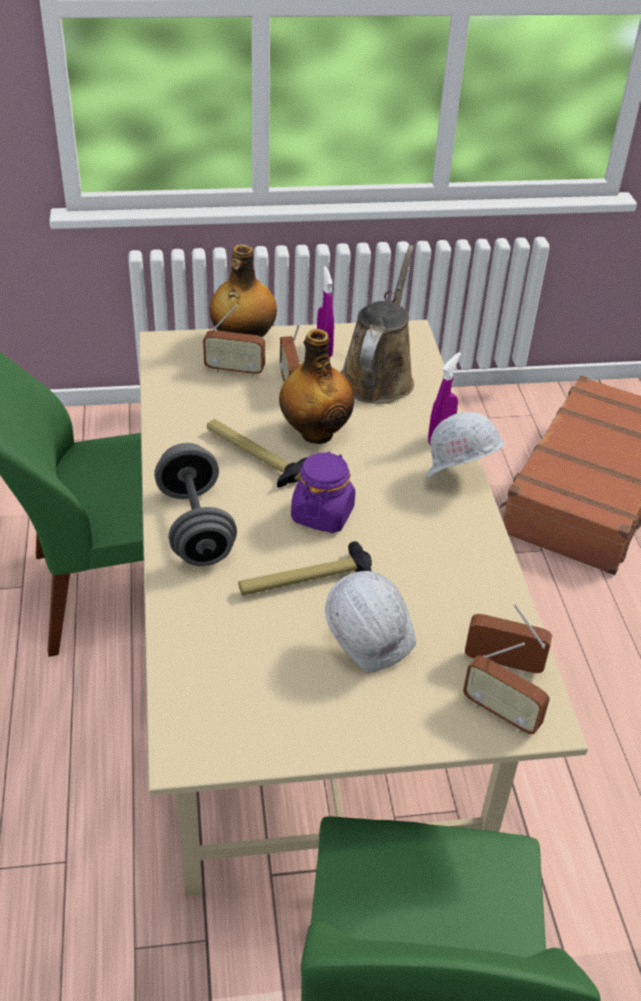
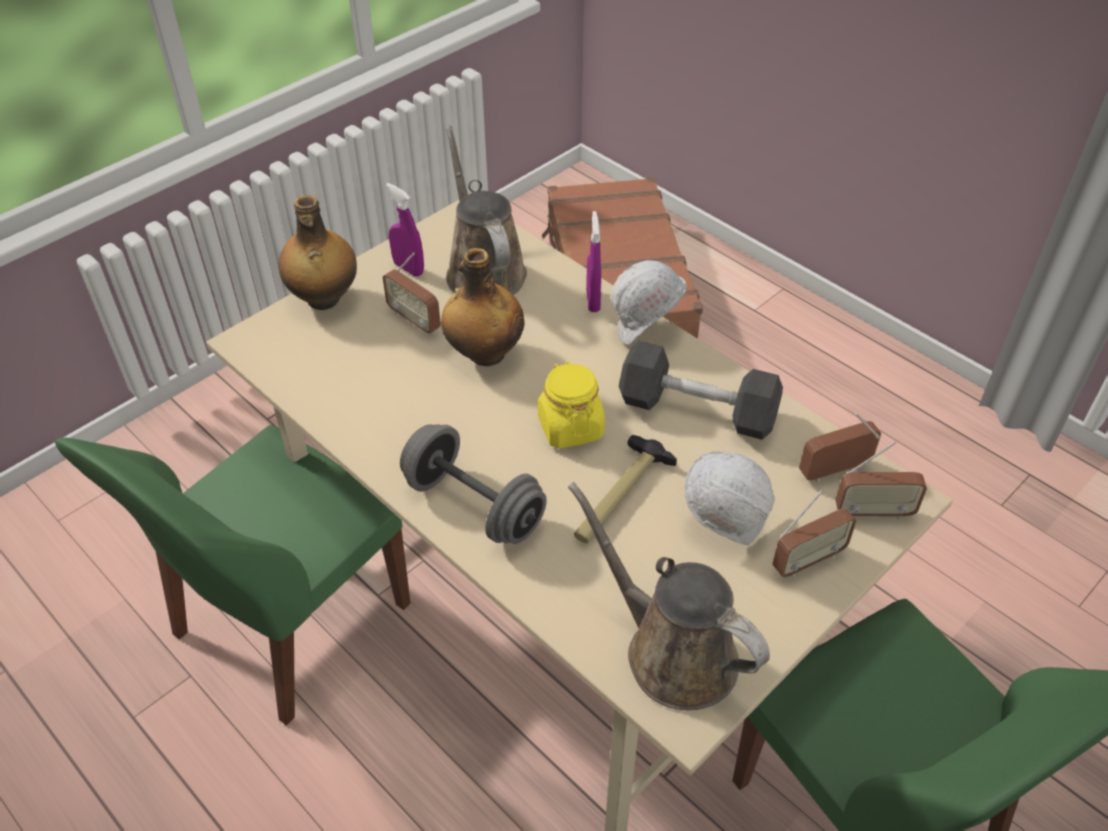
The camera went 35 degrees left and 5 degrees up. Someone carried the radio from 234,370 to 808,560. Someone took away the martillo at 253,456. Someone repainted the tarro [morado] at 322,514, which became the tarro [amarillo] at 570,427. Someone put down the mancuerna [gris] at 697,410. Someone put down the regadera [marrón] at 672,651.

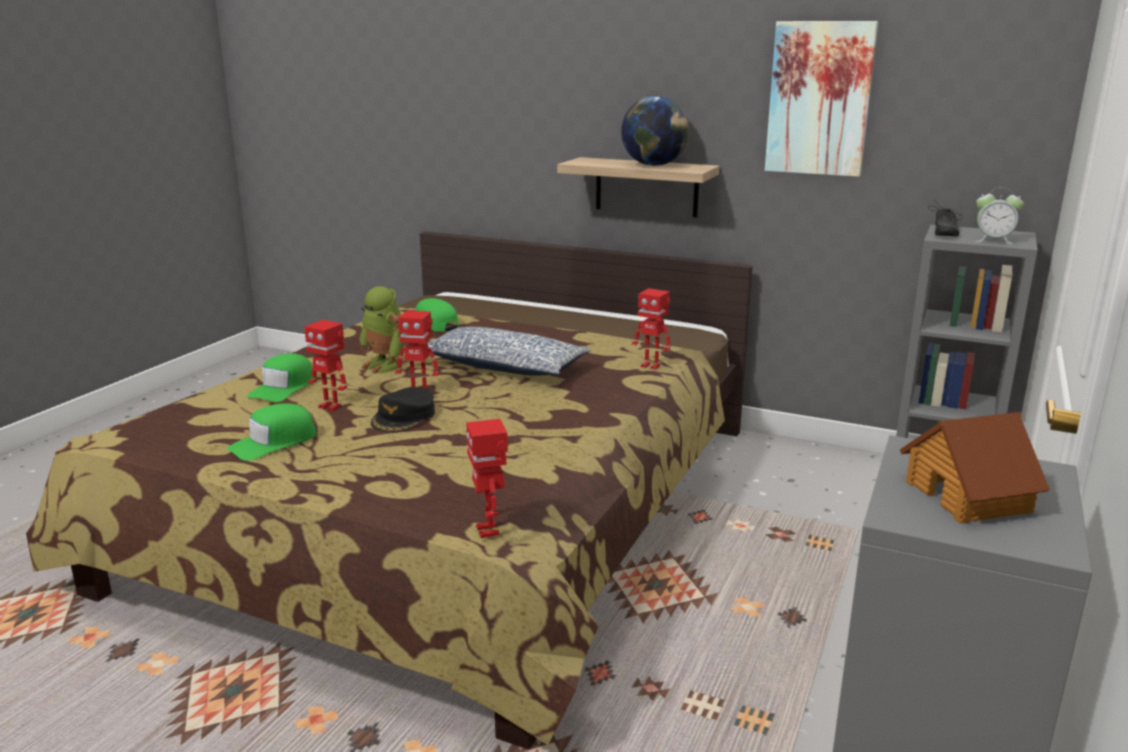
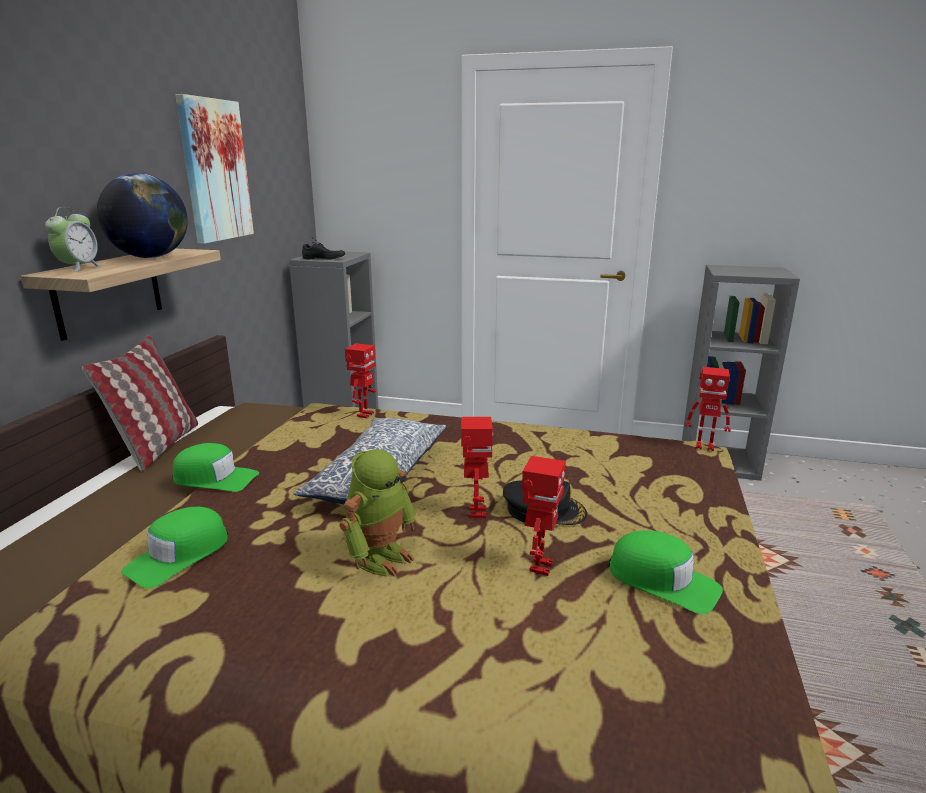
The camera went 100 degrees left and 0 degrees up. Someone carried the despertador from 993,241 to 79,268. Someone carried the gorra [verde] from 283,388 to 215,478. Someone took away the casita at 969,496. Someone rotated the robot de juguete at 489,530 by 45 degrees clockwise. Someone put down the cojín at 158,446.

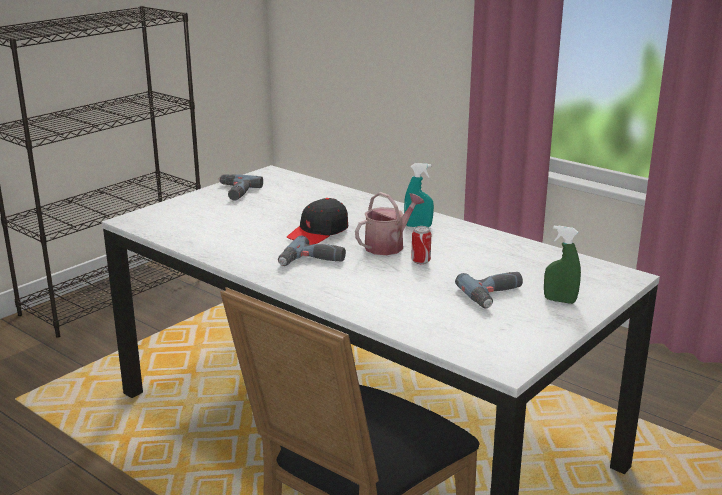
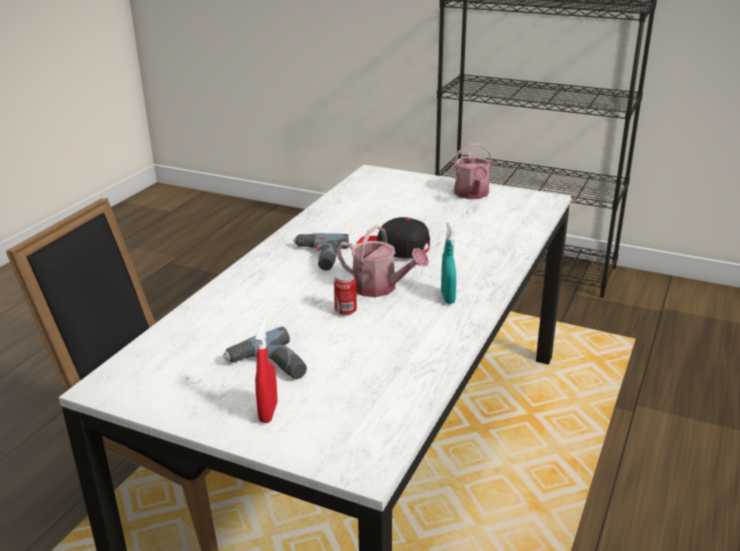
The camera went 75 degrees right and 5 degrees up. Someone swapped the taladro at 234,192 for the regadera at 472,194. Someone repainted the pulverizador [verde] at 559,300, which became the pulverizador [rojo] at 268,412.

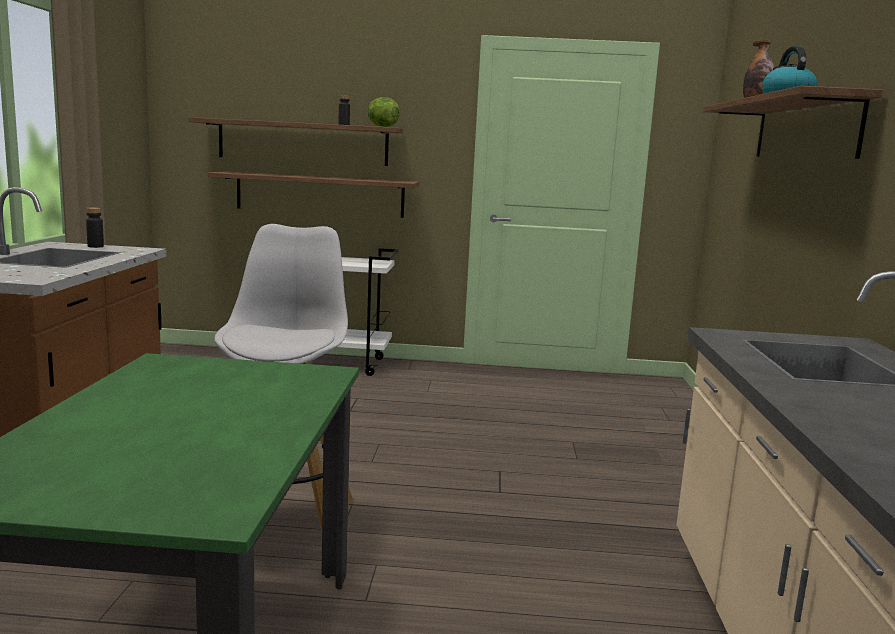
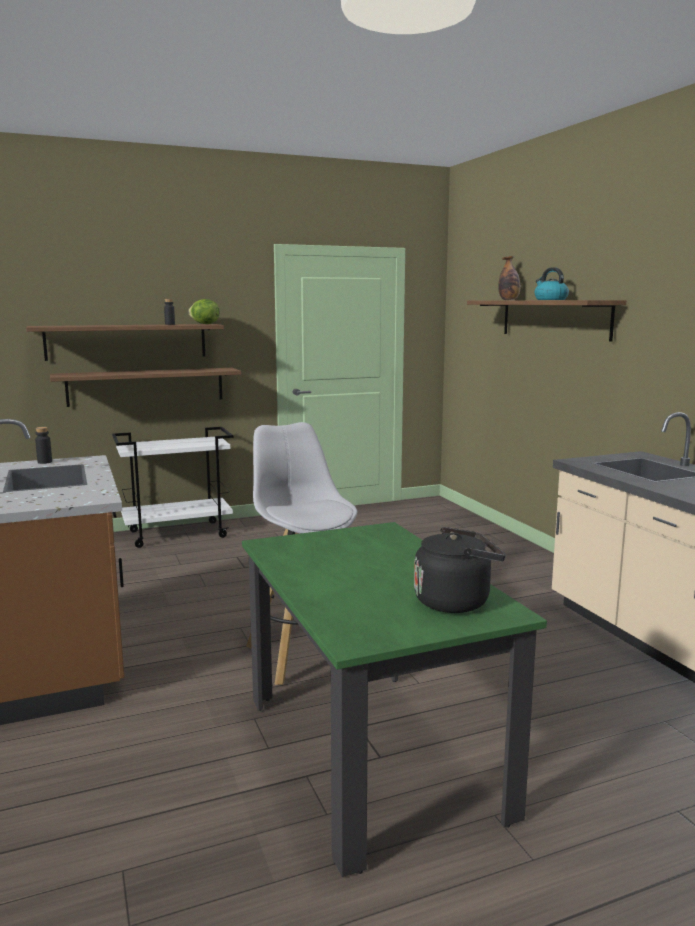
The camera went 25 degrees left and 0 degrees up. Someone put down the hervidor [negro] at 456,601.

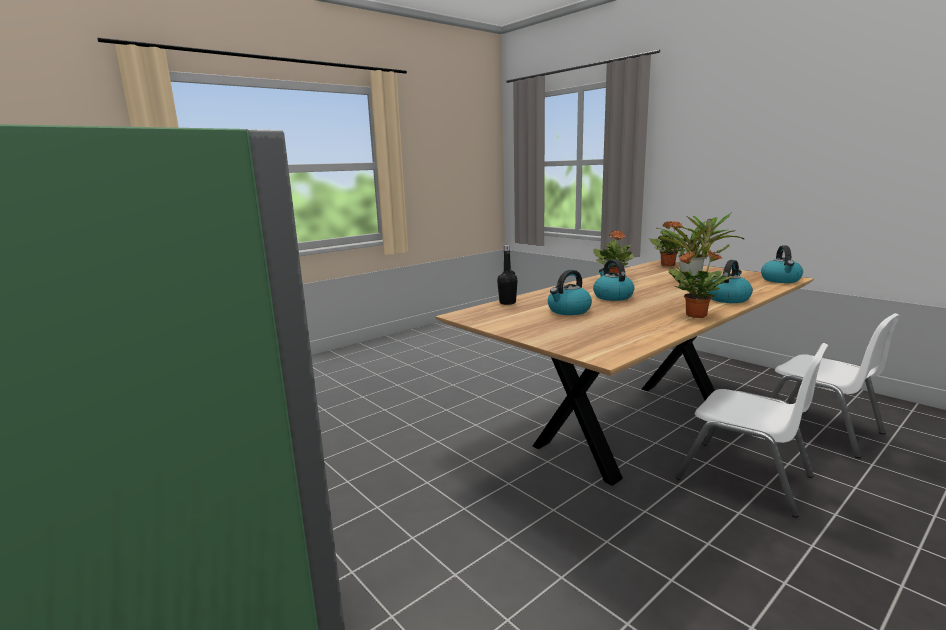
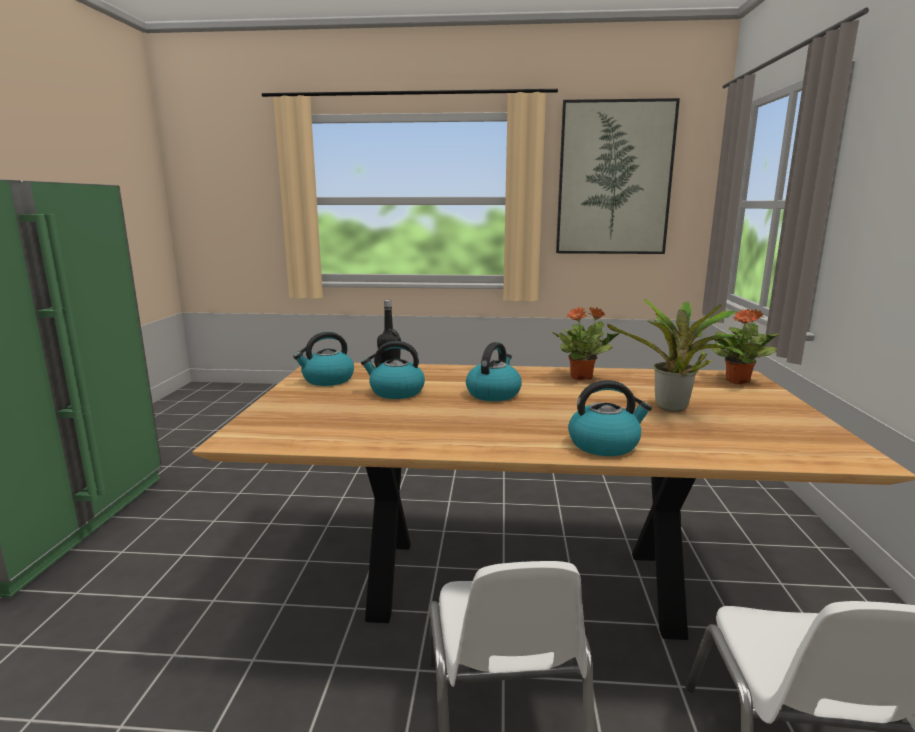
The camera went 45 degrees right and 0 degrees up. Someone carried the hervidor from 781,280 to 327,380. Someone took away the planta en maceta at 695,315. Someone put up the cuadro at 614,179.

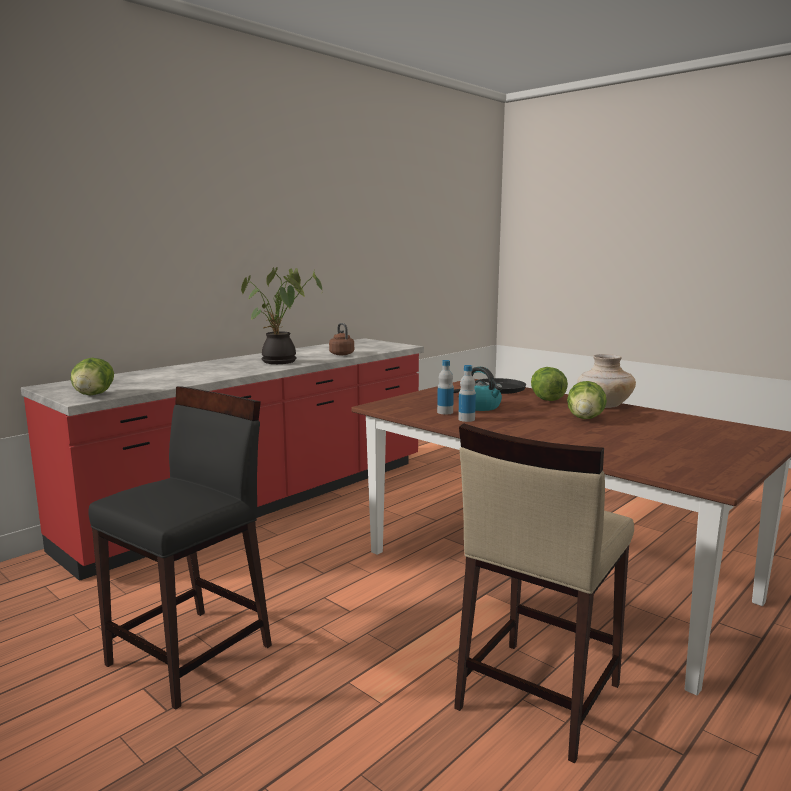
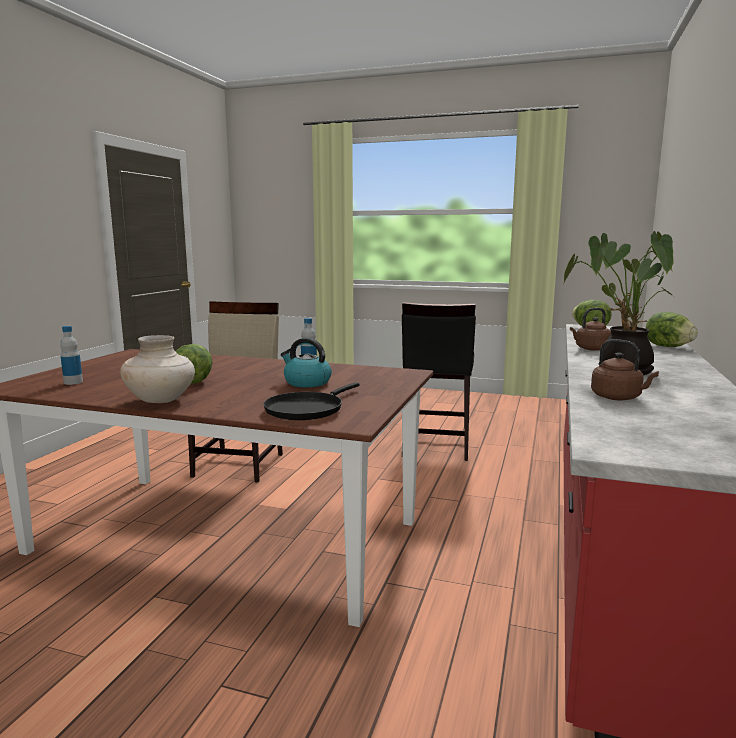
The camera went 155 degrees right and 0 degrees up. Someone carried the botella from 445,412 to 73,382. Someone carried the lechuga from 547,399 to 668,347. Someone put down the hervidor [marrón] at 590,349.

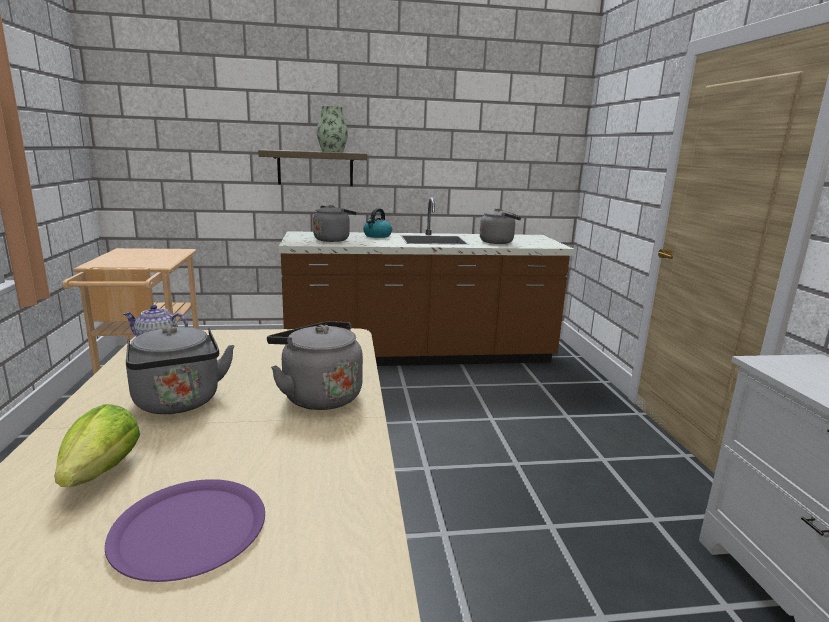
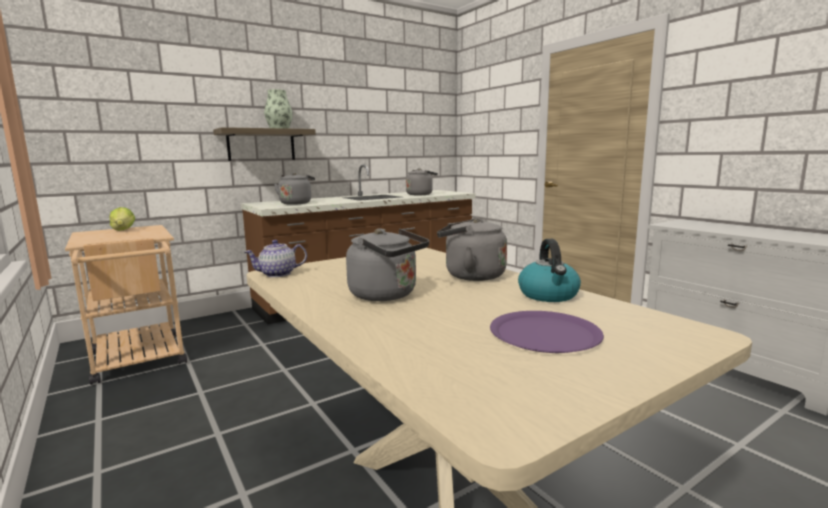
The camera went 25 degrees left and 5 degrees down. Someone carried the hervidor from 377,236 to 549,295. Someone carried the lechuga from 102,471 to 123,230.

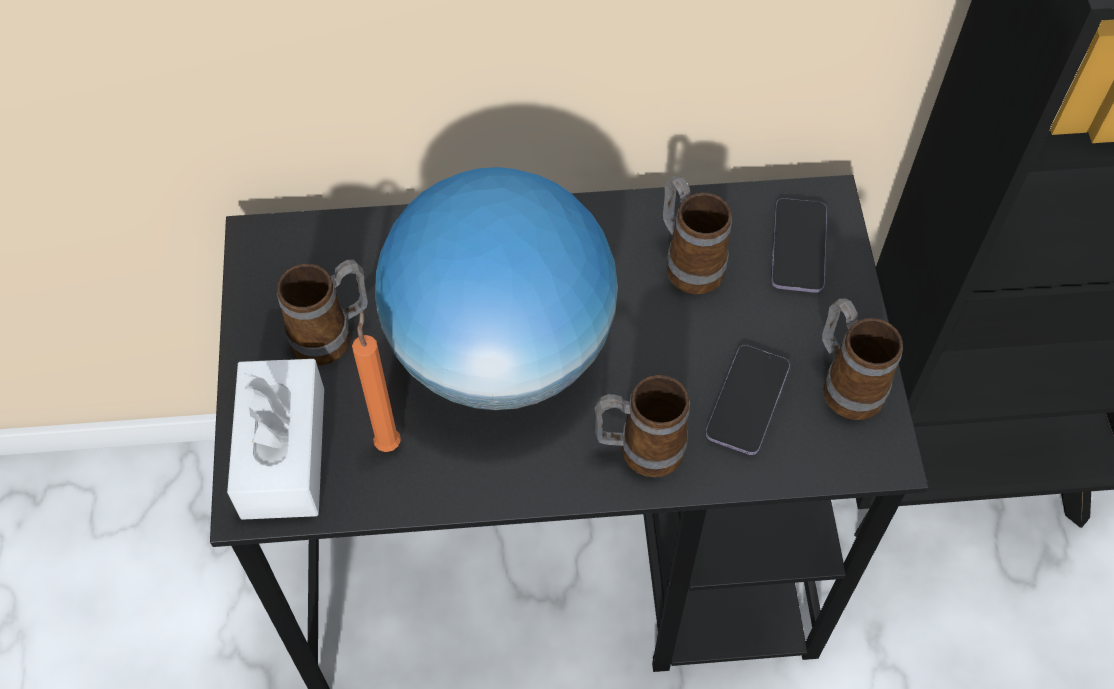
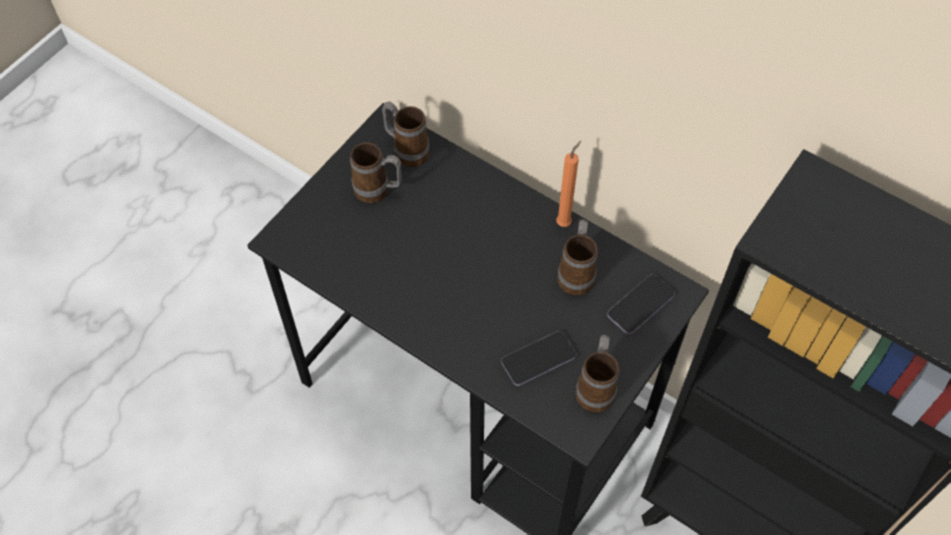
The camera went 40 degrees right and 0 degrees up. Someone took away the globo terráqueo at 501,350. Someone carried the vela [naranja] from 388,440 to 565,222. Someone took away the caja de pañuelos [blanco] at 283,452. Someone carried the taza grande from 638,449 to 406,149.

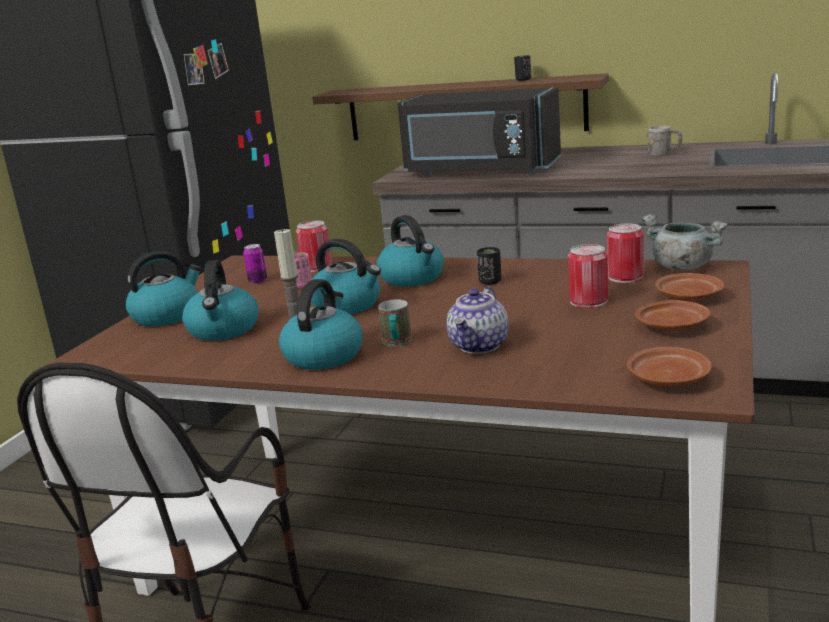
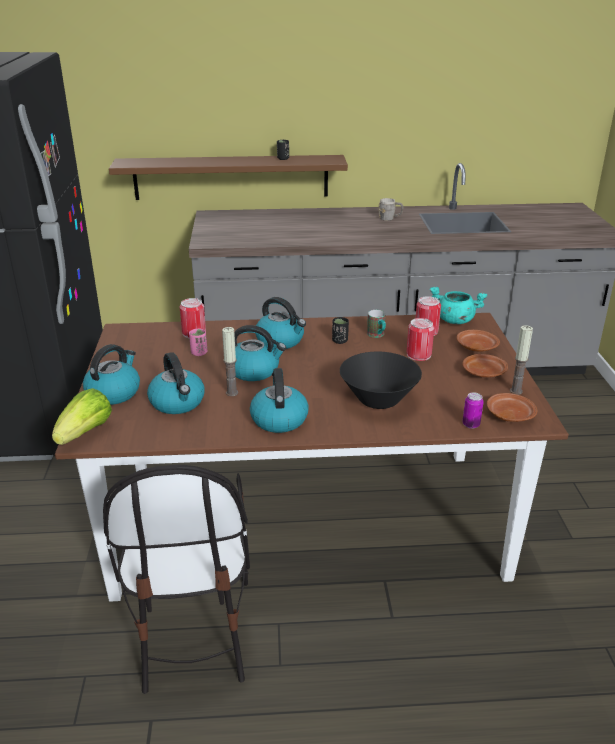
The camera went 25 degrees left and 10 degrees up. Someone took away the microondas [negro] at 480,171. Someone repainted the olla [gris] at 681,267, which became the olla [turquesa] at 454,320. Someone carried the lata from 257,281 to 471,424. Someone swapped the tetera at 479,346 for the cuenco [negro] at 379,400. Someone carried the taza grande from 396,343 to 377,335. Someone put down the vela at 516,391. Someone put down the lechuga at 85,433.

